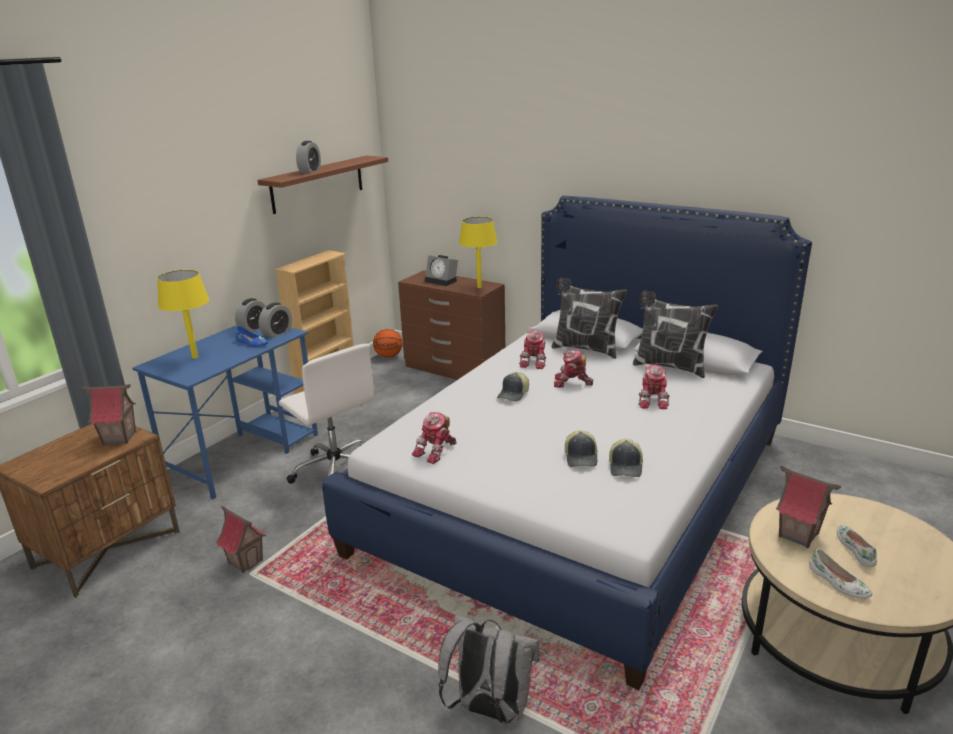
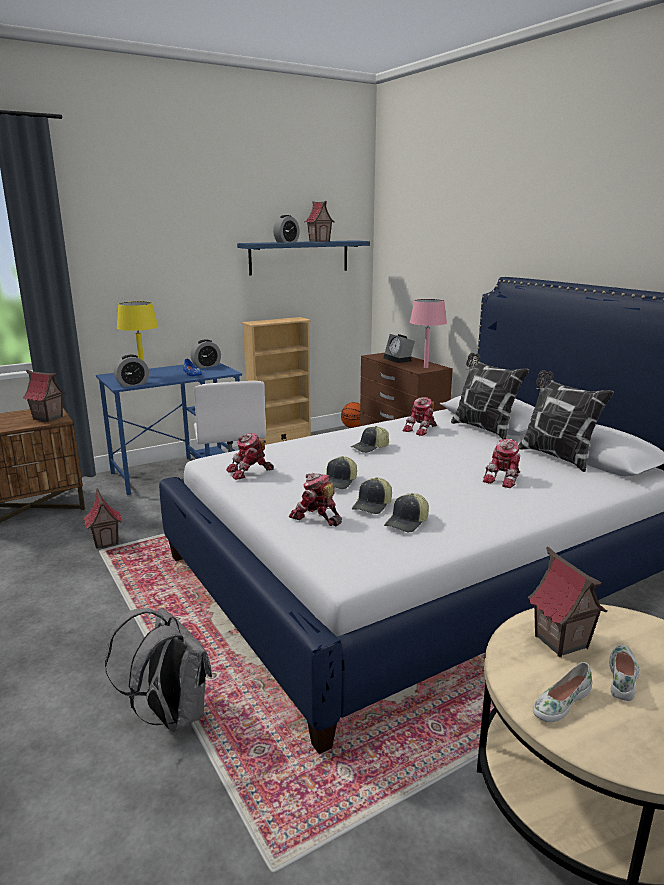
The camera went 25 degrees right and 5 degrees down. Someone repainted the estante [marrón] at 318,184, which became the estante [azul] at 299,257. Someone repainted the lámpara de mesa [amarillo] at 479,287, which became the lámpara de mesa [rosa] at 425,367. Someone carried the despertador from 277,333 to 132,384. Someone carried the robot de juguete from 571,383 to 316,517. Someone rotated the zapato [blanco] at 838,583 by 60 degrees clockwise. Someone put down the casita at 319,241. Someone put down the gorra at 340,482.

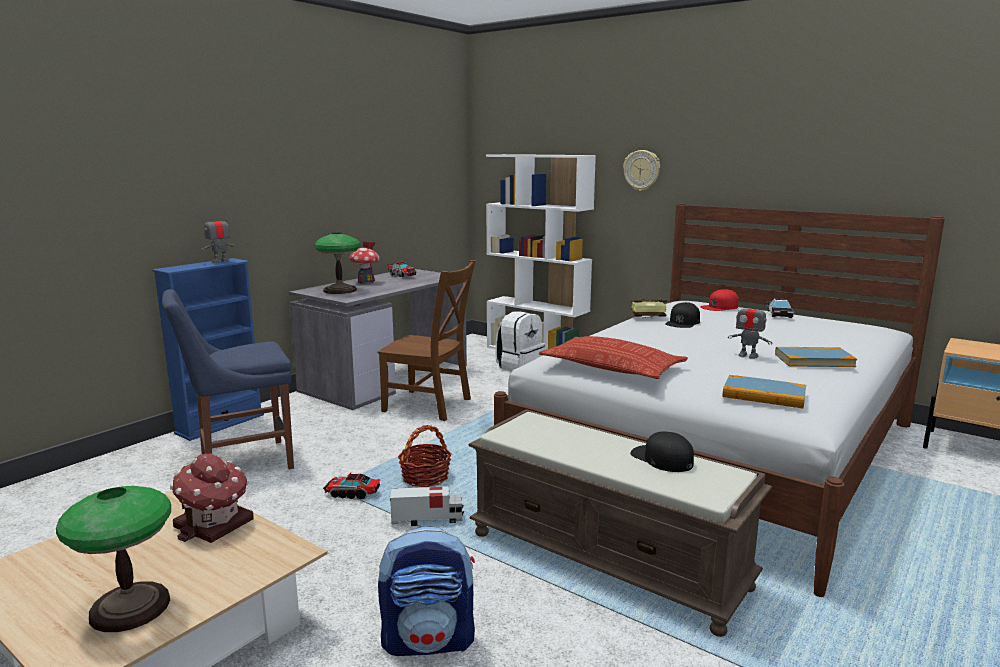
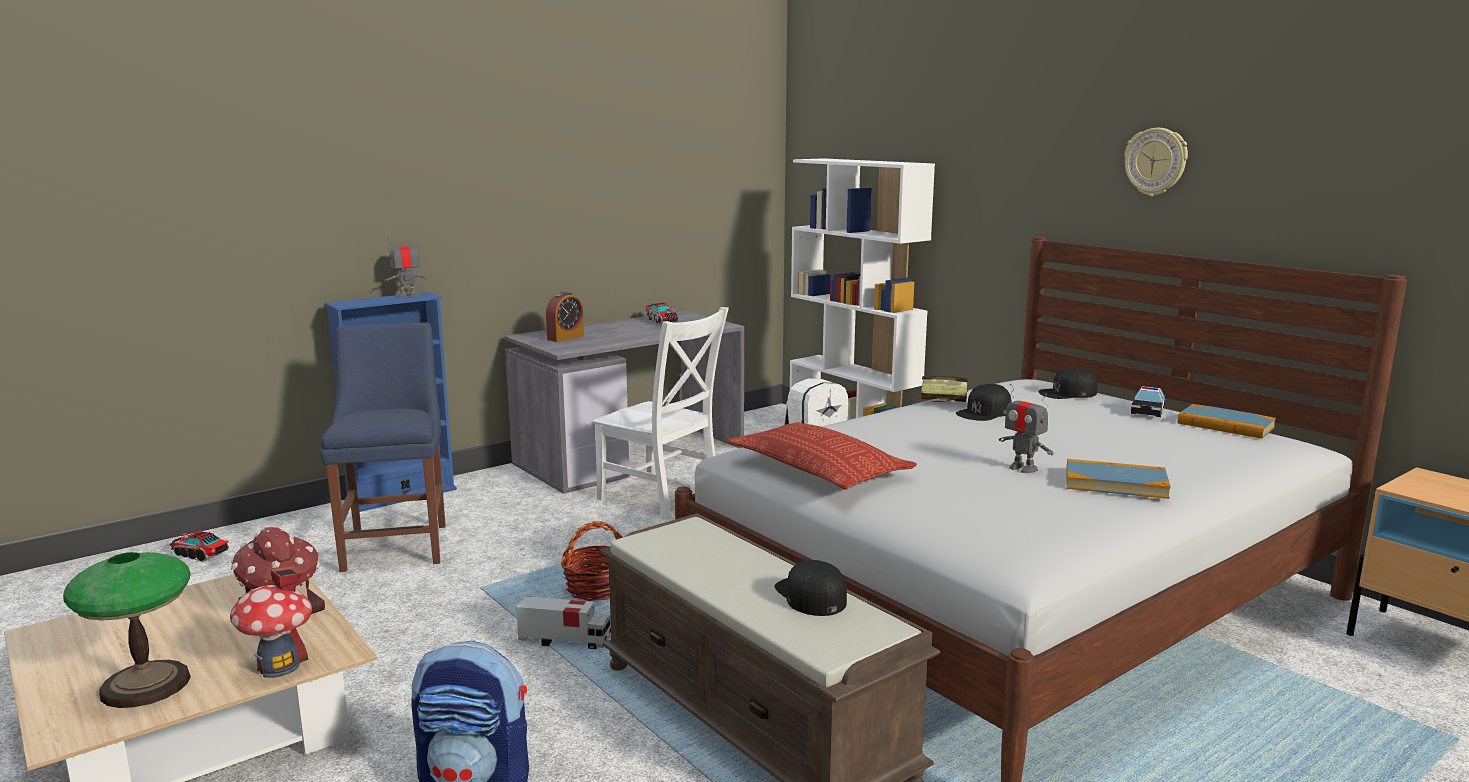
The camera went 15 degrees right and 0 degrees up. Someone carried the reloj de pared from 642,170 to 1156,162. Someone swapped the lámpara de mesa at 340,290 for the despertador at 565,337. Someone carried the casita from 366,282 to 279,667. Someone repainted the silla [marrón] at 430,406, which became the silla [blanco] at 662,497. Someone rotated the silla [azul] at 240,462 by 90 degrees clockwise. Someone repainted the gorra [rojo] at 719,307, which became the gorra [negro] at 1068,393. Someone carried the libro from 764,395 to 1225,425. Someone carried the camión de juguete from 352,494 to 201,555.

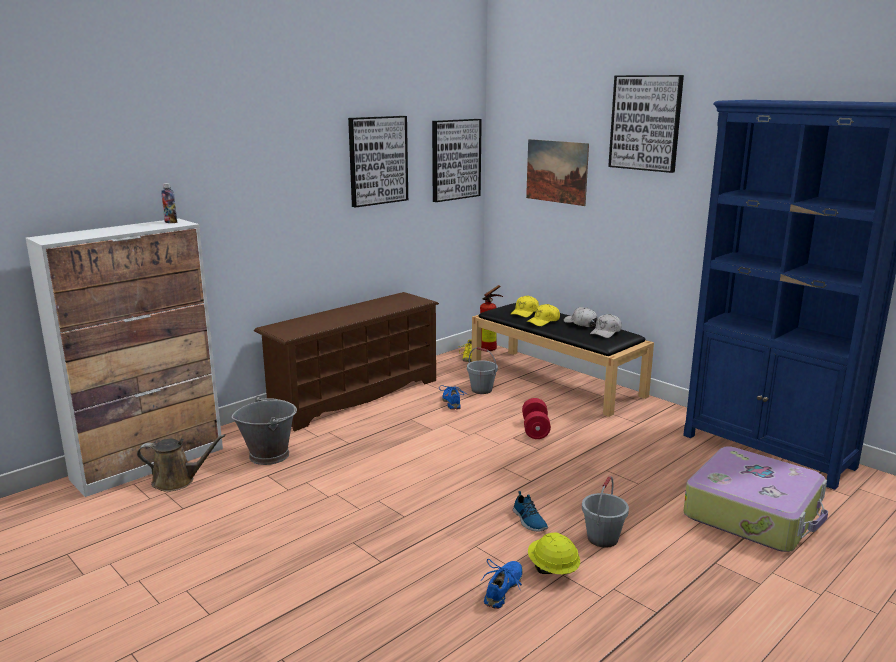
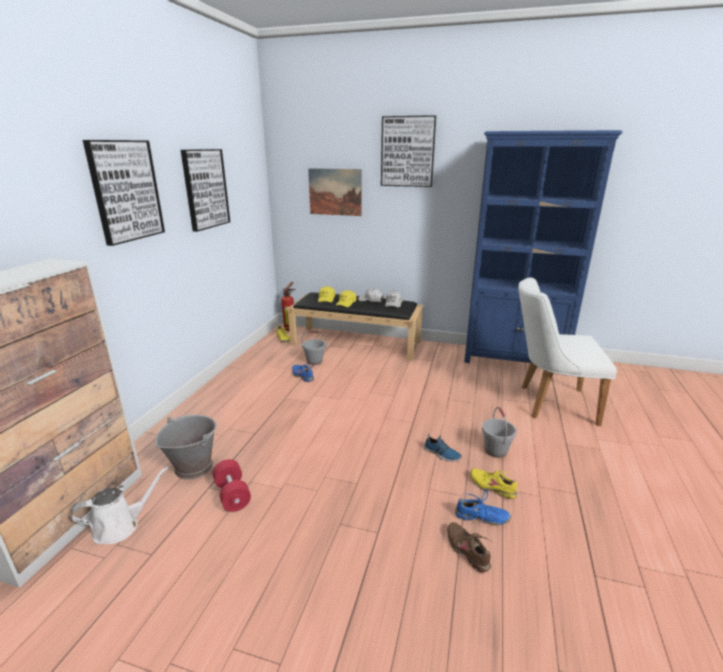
The camera went 30 degrees left and 5 degrees up. Someone carried the cuadro from 455,159 to 125,191. Someone took away the botella at 171,222. Someone took away the zapatero [marrón] at 354,396. Someone carried the mancuerna [rojo] from 535,429 to 232,495. Someone repainted the regadera [marrón] at 177,481, which became the regadera [blanco] at 121,526. Someone swapped the maleta at 753,513 for the silla [blanco] at 549,403. Someone swapped the casco [amarillo] at 552,569 for the zapato [amarillo] at 492,487. Someone rotated the zapato [azul] at 503,590 by 105 degrees clockwise. Someone put down the zapato [marrón] at 467,550.

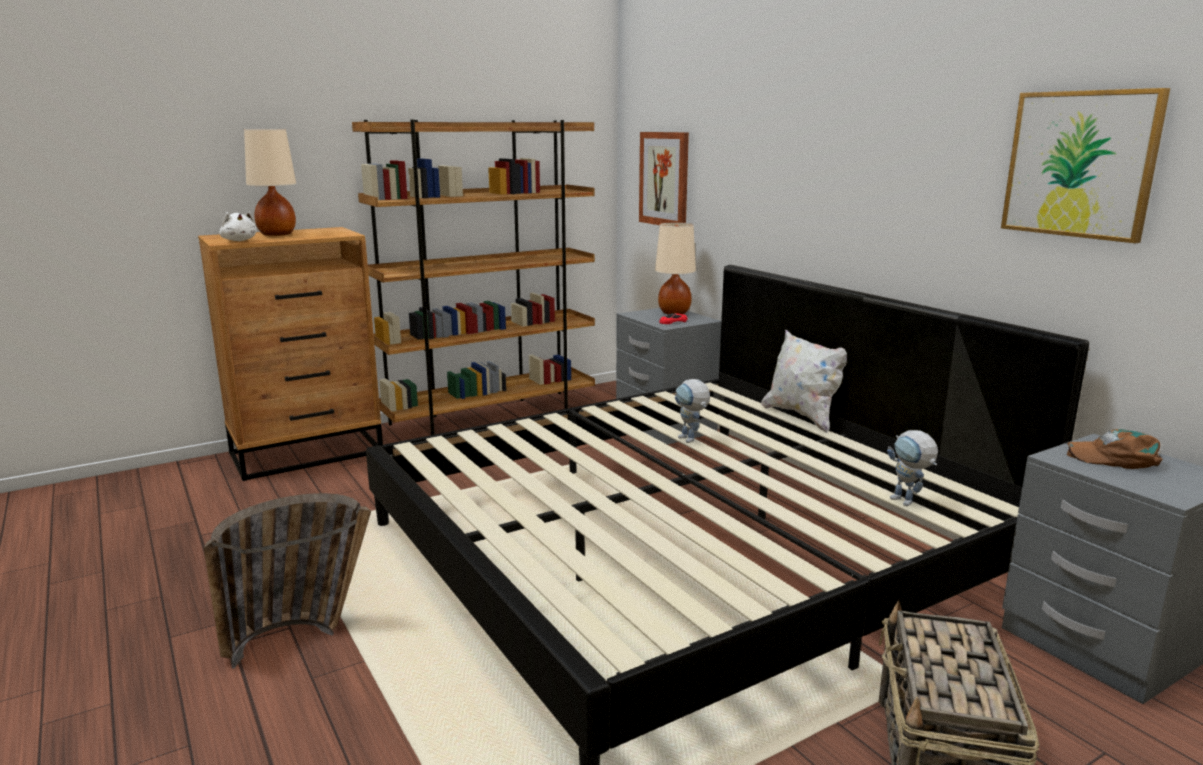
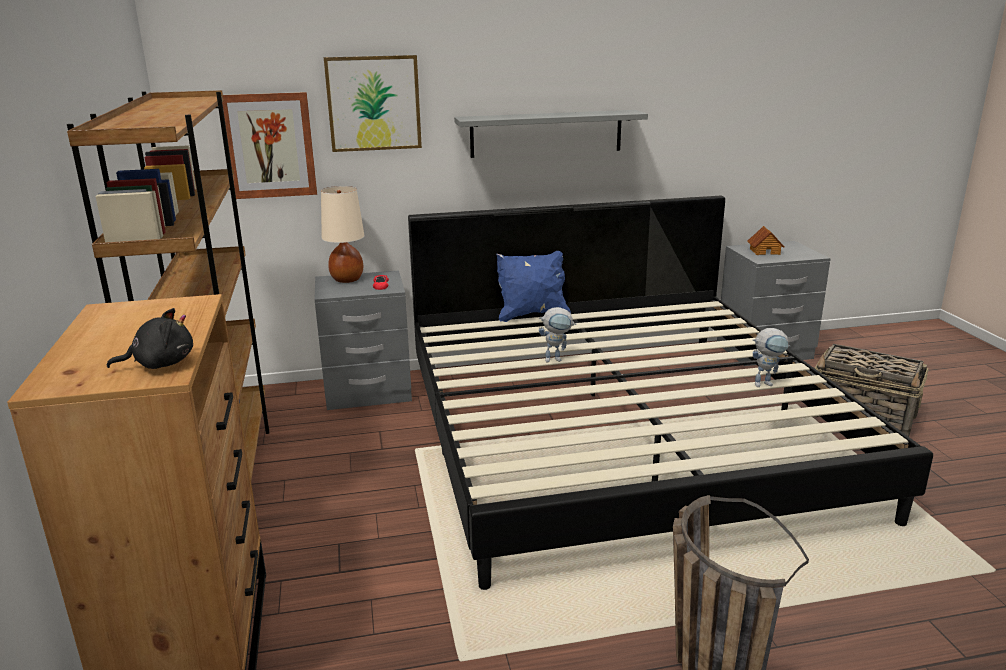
The camera went 70 degrees left and 5 degrees up. Someone carried the cuadro from 1080,164 to 373,103. Someone took away the lámpara de mesa [beis] at 277,235. Someone repainted the peluche [blanco] at 239,240, which became the peluche [negro] at 160,364. Someone repainted the cojín [blanco] at 803,416, which became the cojín [azul] at 532,315. Someone swapped the gorra [marrón] at 1114,458 for the casita at 764,251. Someone carried the robot de juguete from 908,503 to 766,383. Someone put up the estante [gris] at 546,133.

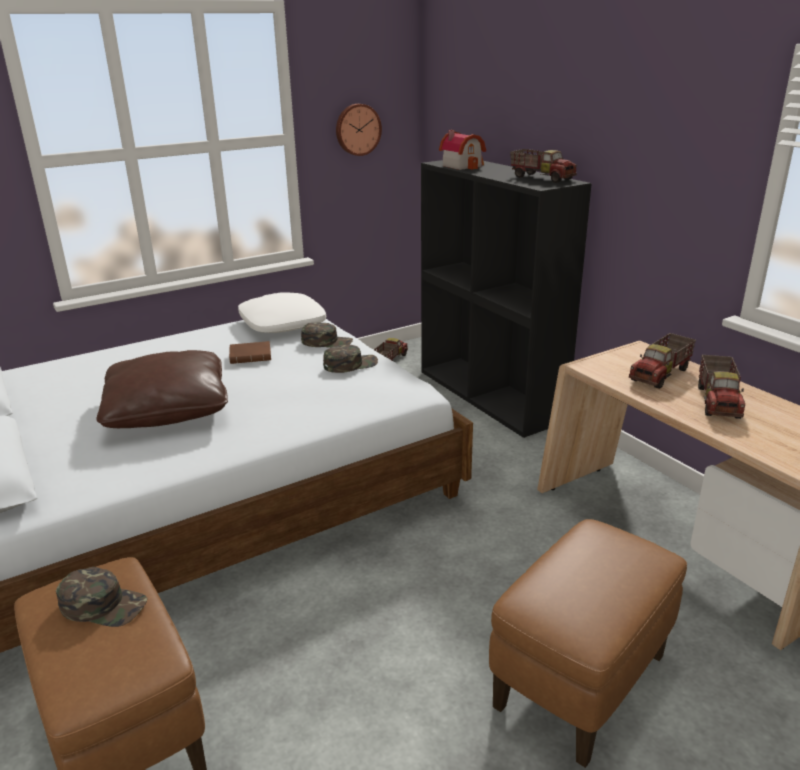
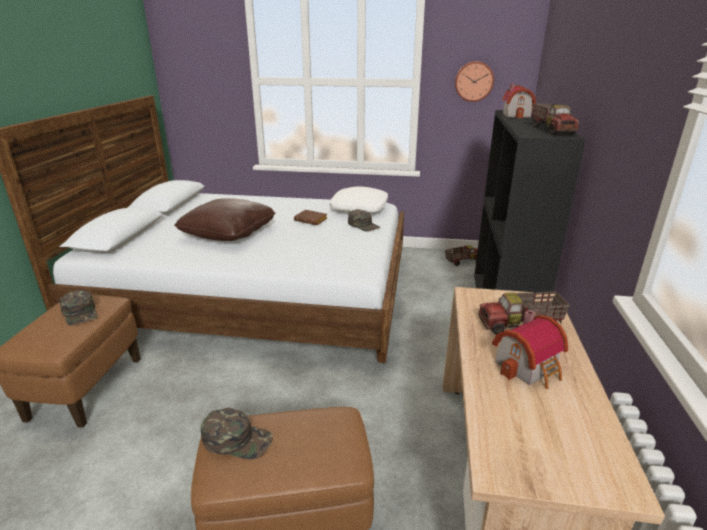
The camera went 40 degrees right and 0 degrees up. Someone carried the gorra [verde] from 350,364 to 237,439. Someone swapped the camión de juguete at 718,401 for the casita at 529,367.

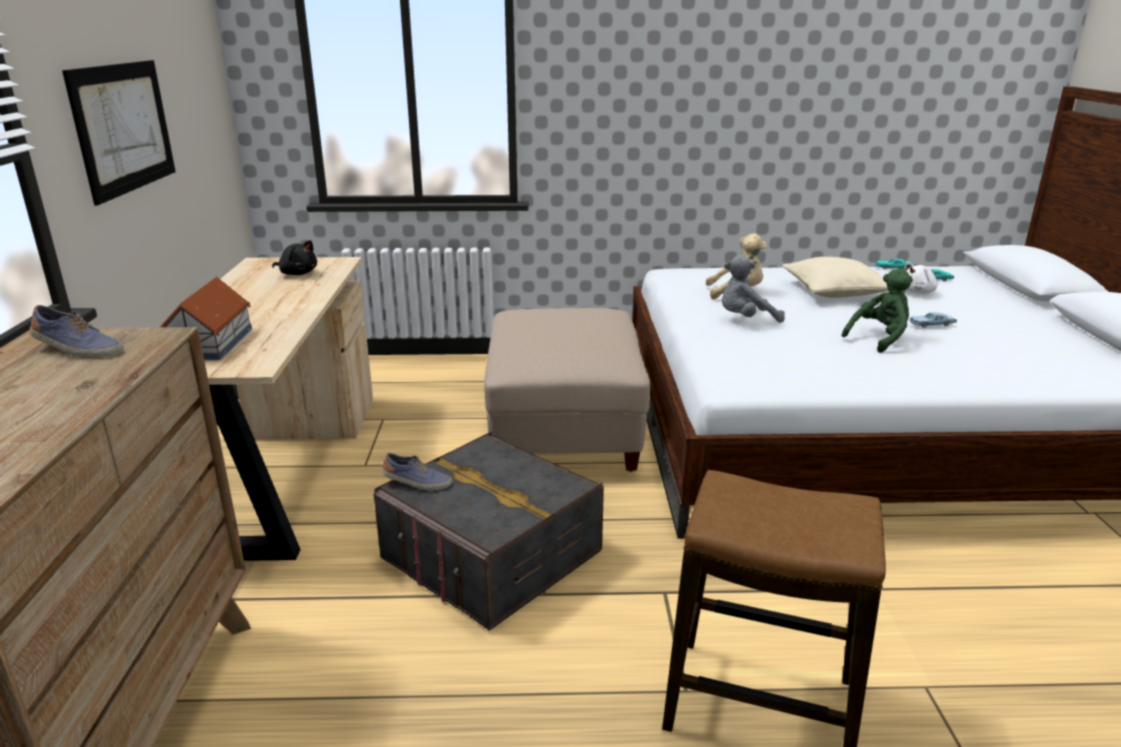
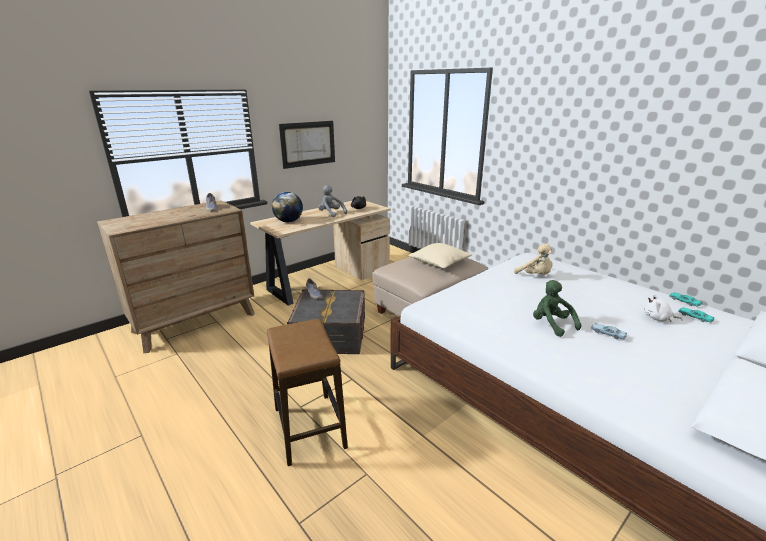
The camera went 50 degrees right and 0 degrees up. Someone carried the peluche [gris] from 746,319 to 331,214. Someone carried the cojín [beis] from 836,292 to 439,263. Someone rotated the peluche [verde] at 879,338 by 135 degrees counterclockwise. Someone swapped the casita at 211,343 for the globo terráqueo at 288,221.

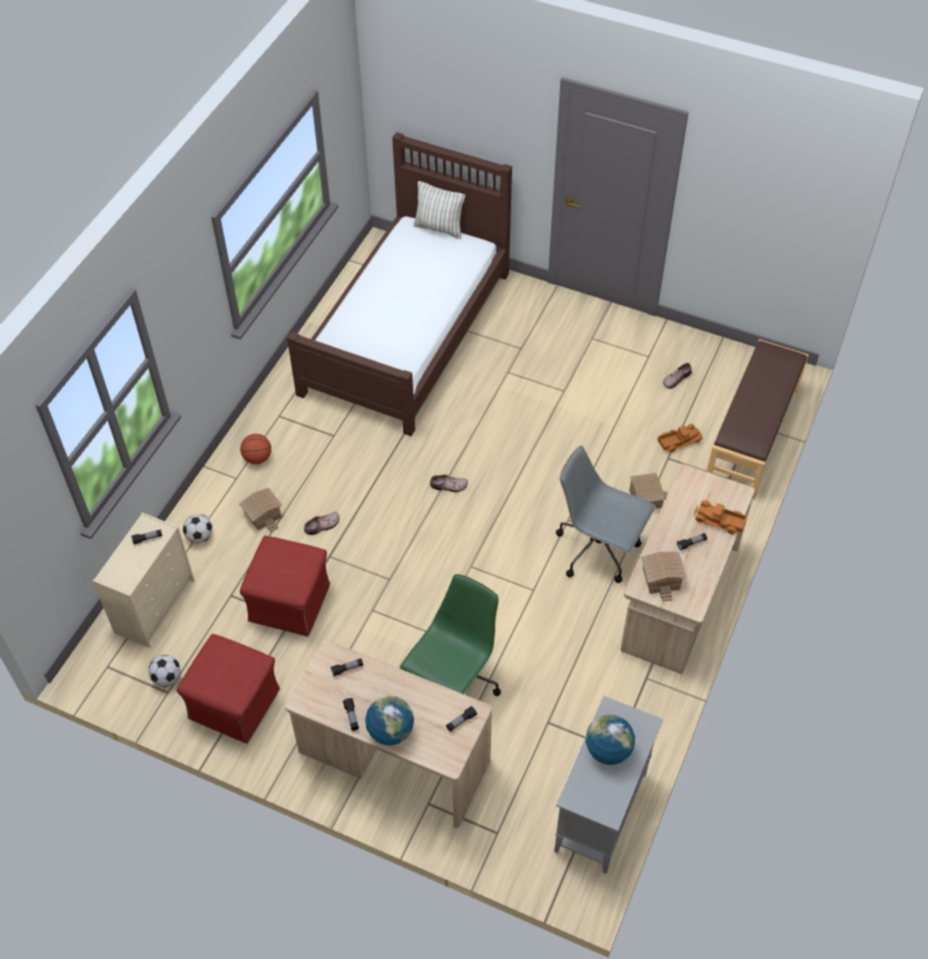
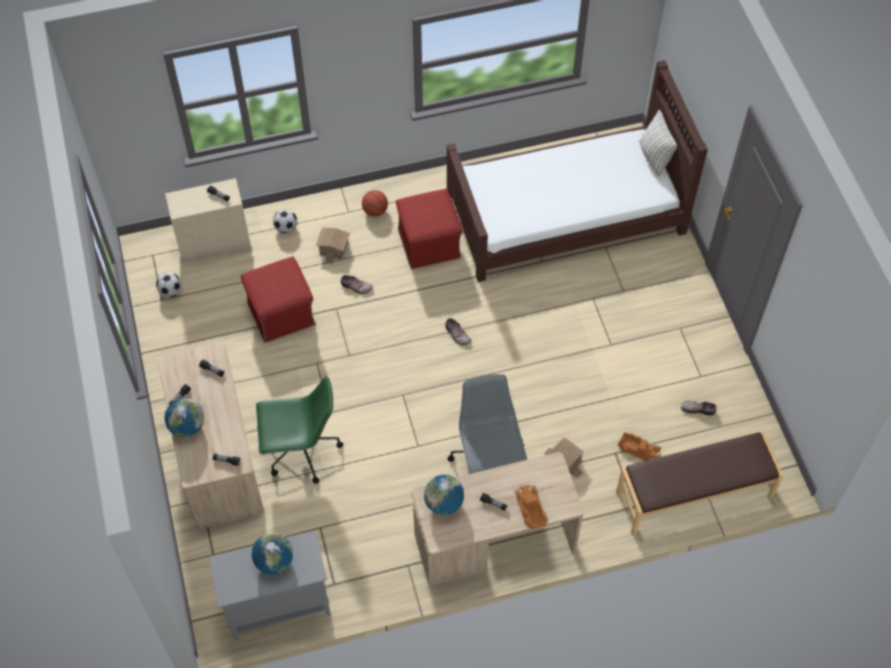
The camera went 50 degrees right and 5 degrees up. Someone swapped the casita at 660,579 for the globo terráqueo at 444,503. Someone carried the puf [rojo] from 235,704 to 429,244.

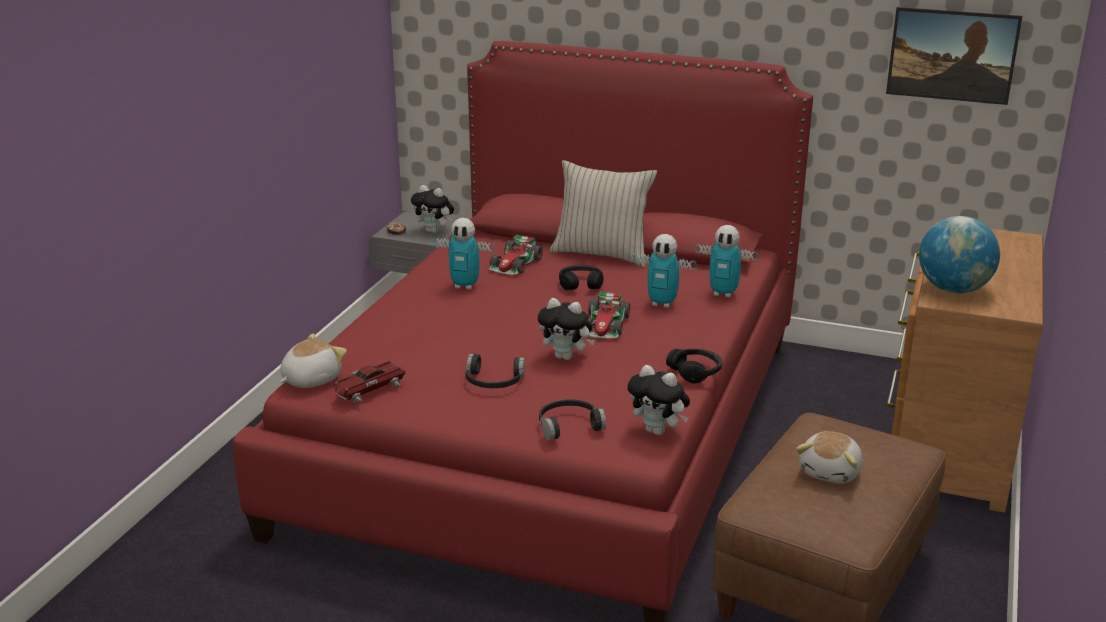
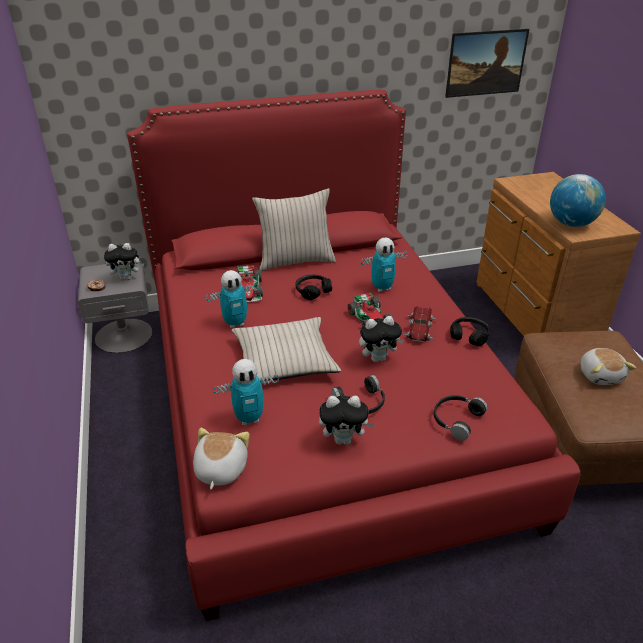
The camera went 35 degrees left and 10 degrees up. Someone carried the robot de juguete from 723,293 to 249,418. Someone carried the coche de juguete from 369,389 to 420,329. Someone carried the peluche from 658,431 to 344,439. Someone put down the cojín [beis] at 284,360.

